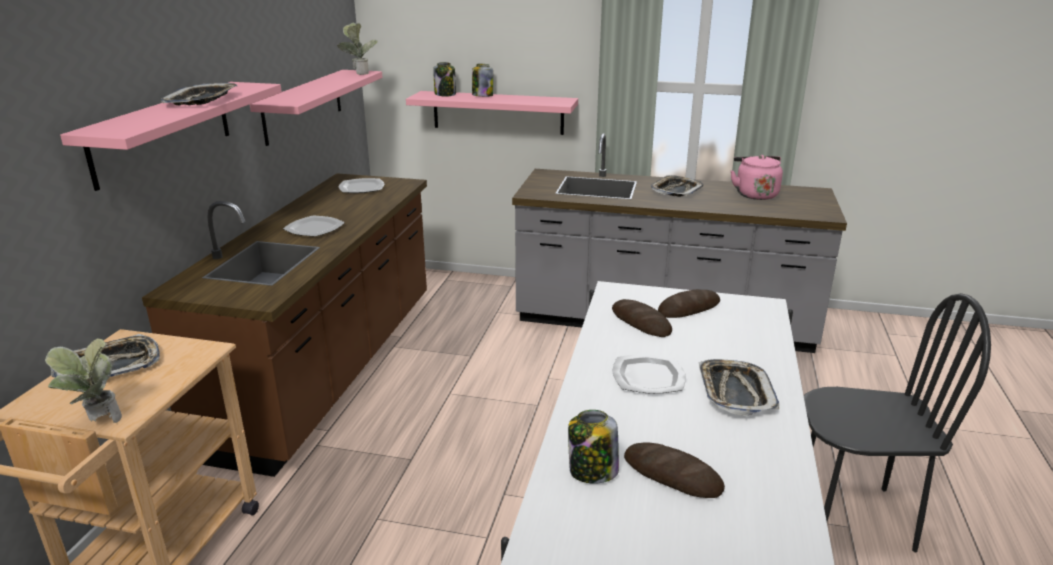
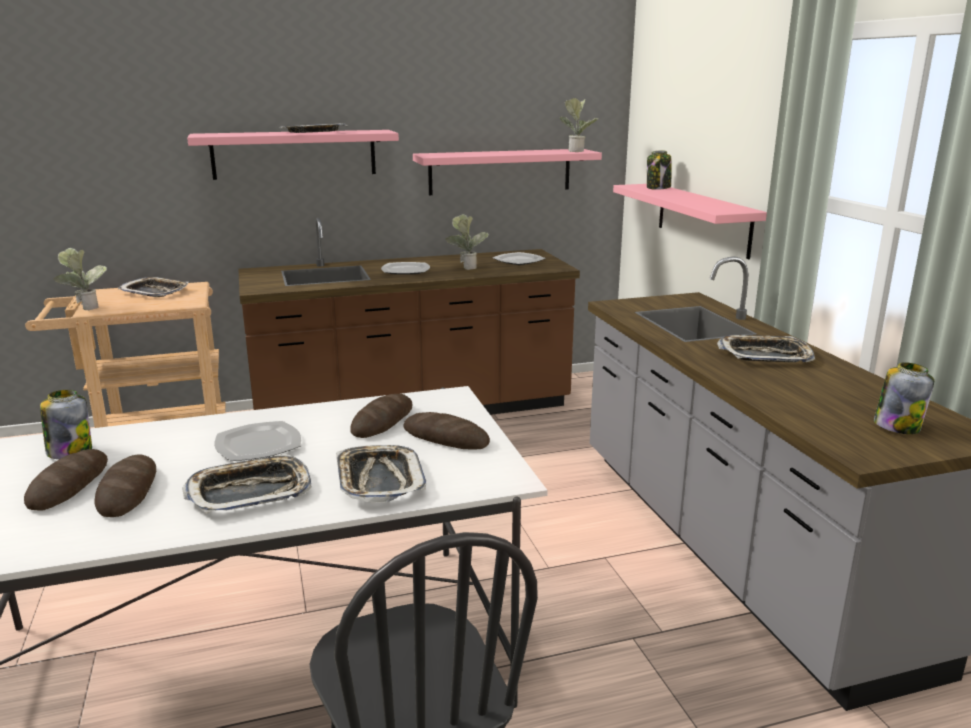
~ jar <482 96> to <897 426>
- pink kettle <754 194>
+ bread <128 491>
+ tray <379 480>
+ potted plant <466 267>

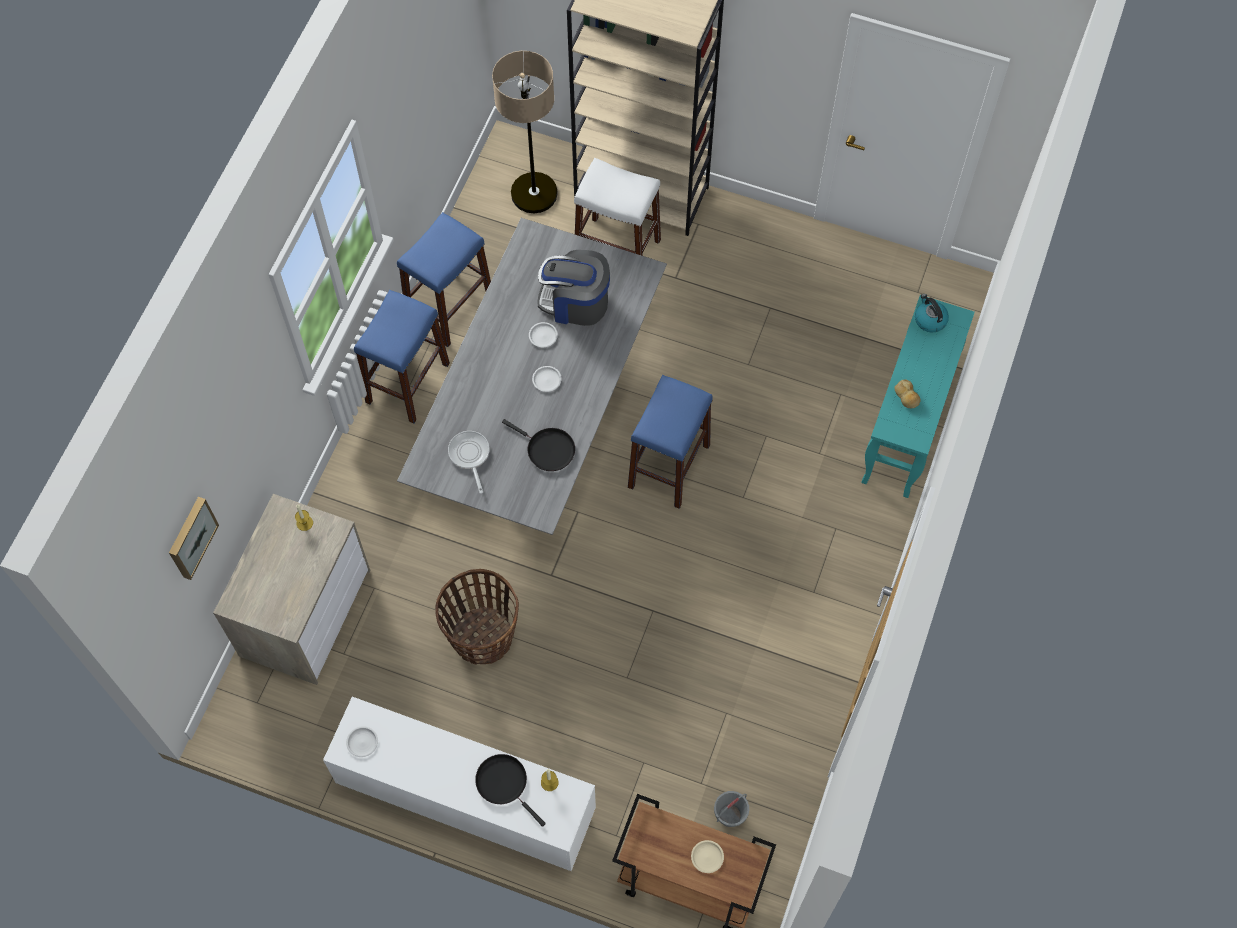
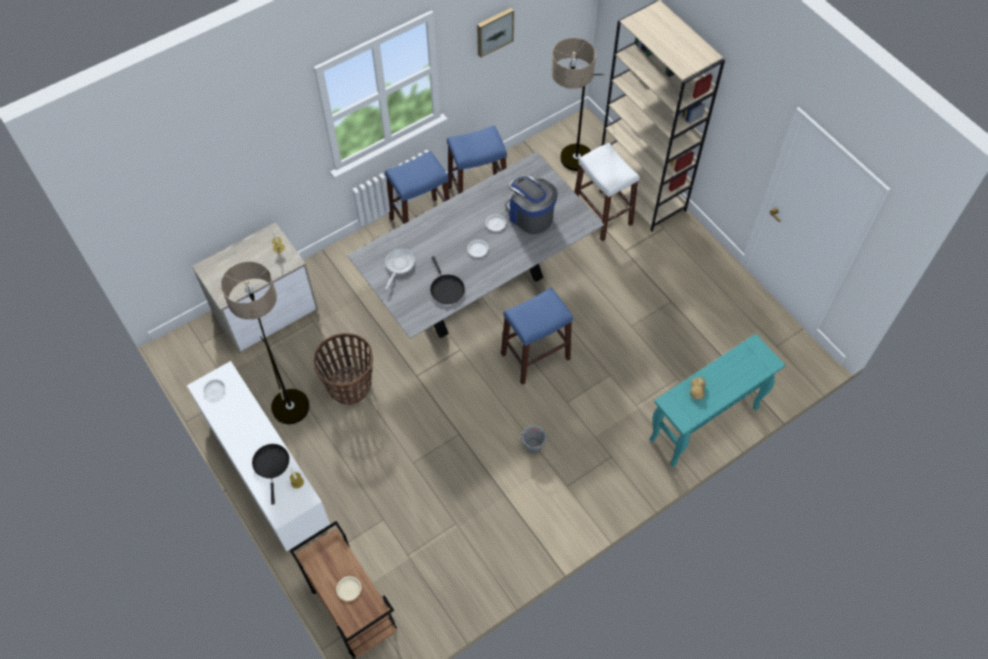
~ picture <190 537> to <494 31>
~ grey bucket <730 816> to <533 445>
- kettle <929 320>
+ floor lamp <287 394>

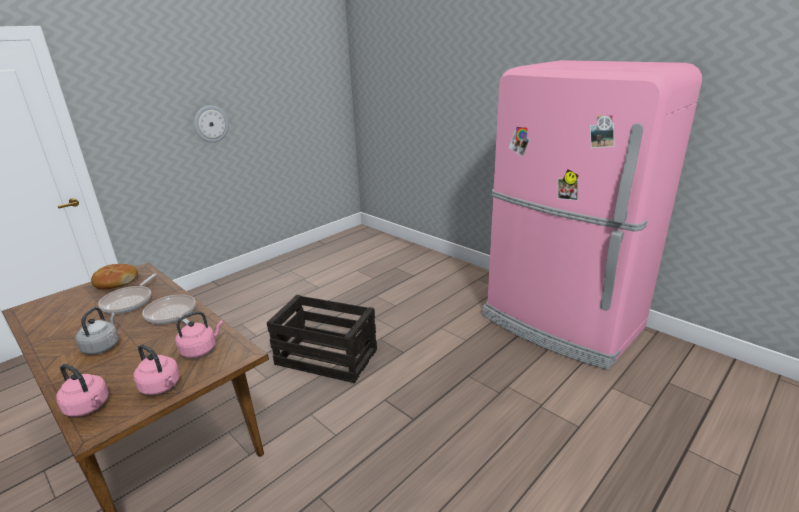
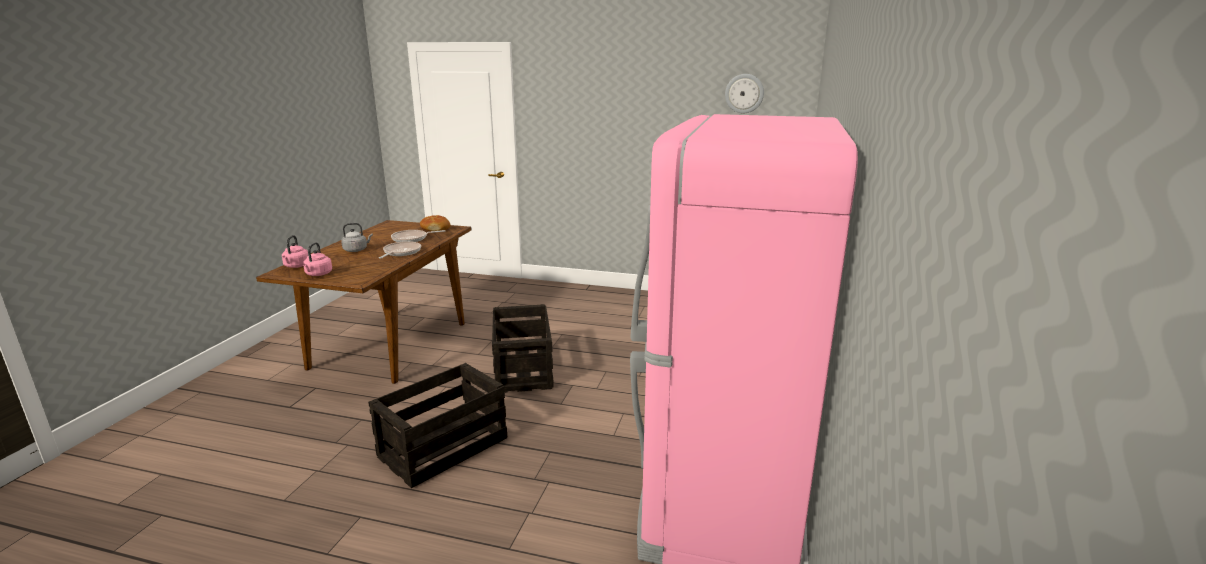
- pink kettle <200 349>
~ wall clock <211 124> to <744 93>
+ crate <444 447>

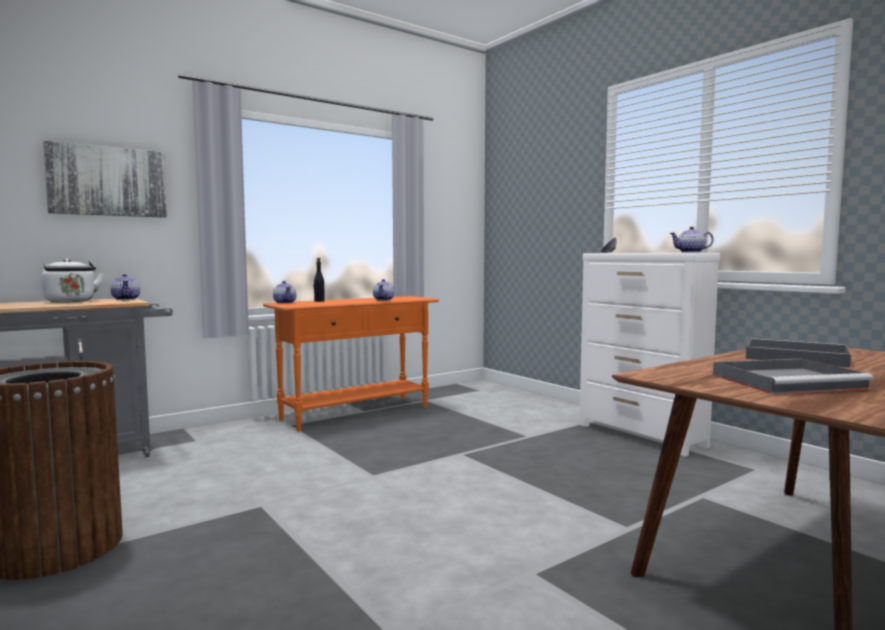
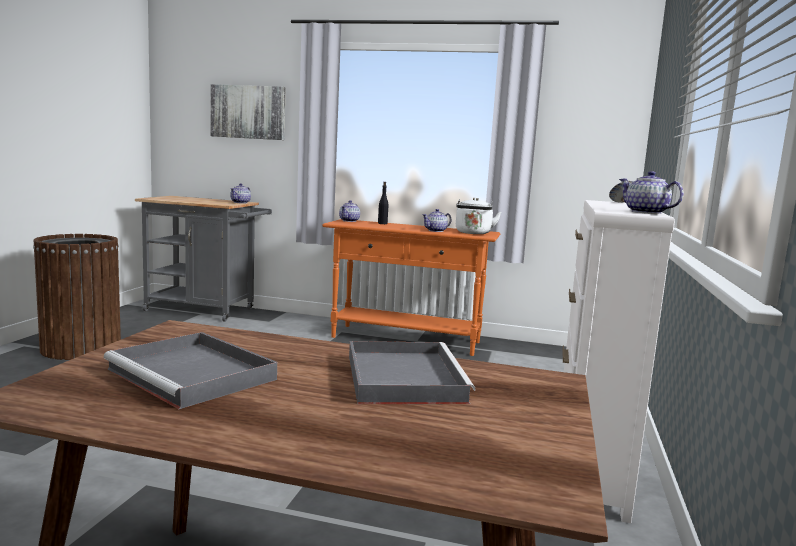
~ white kettle <71 301> to <473 233>

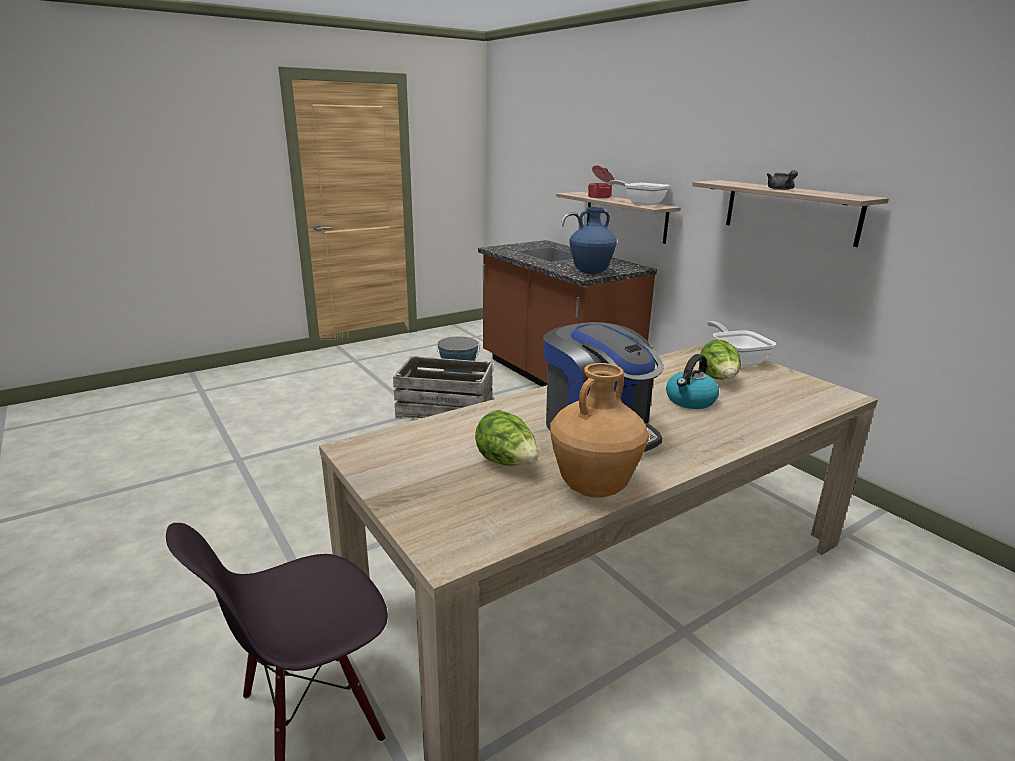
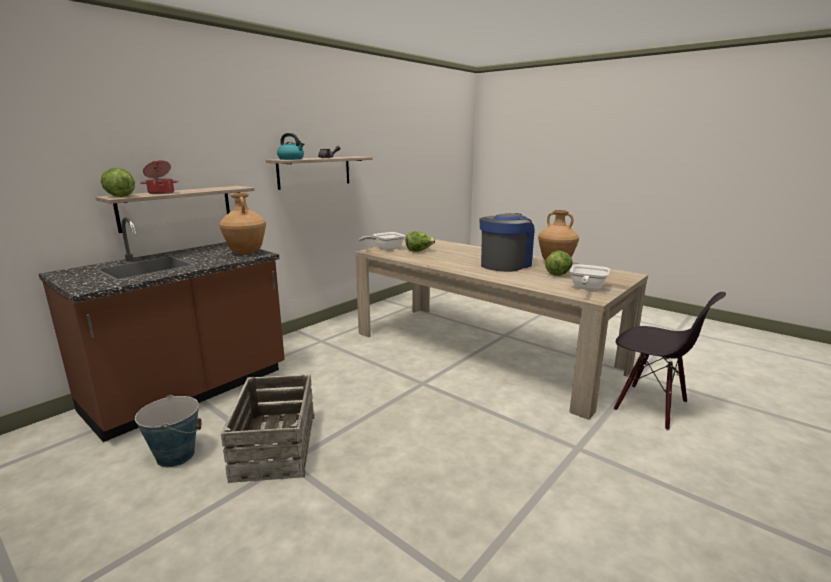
~ blue vase <591 272> to brown vase <246 253>
~ frying pan <641 203> to <586 288>
~ kettle <690 401> to <291 159>
+ lettuce <119 196>

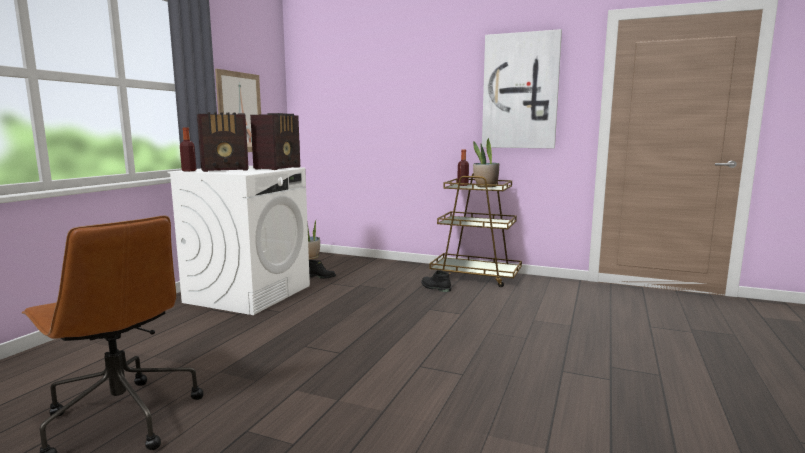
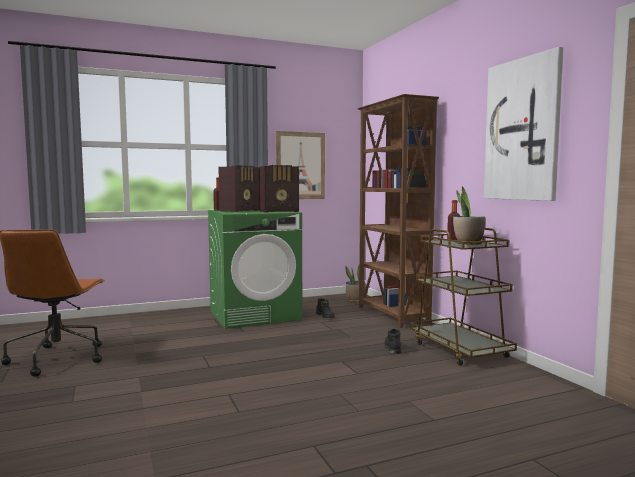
~ white washing machine <249 293> to green washing machine <255 315>
~ radio <226 170> = <240 210> 75 degrees counterclockwise
+ brown bookcase <392 315>

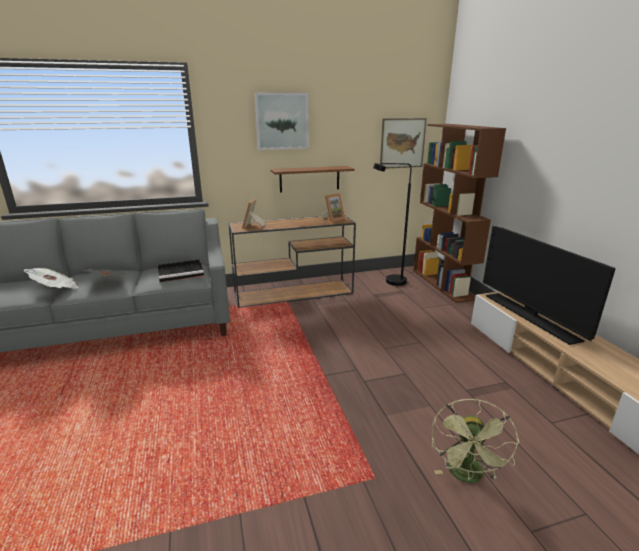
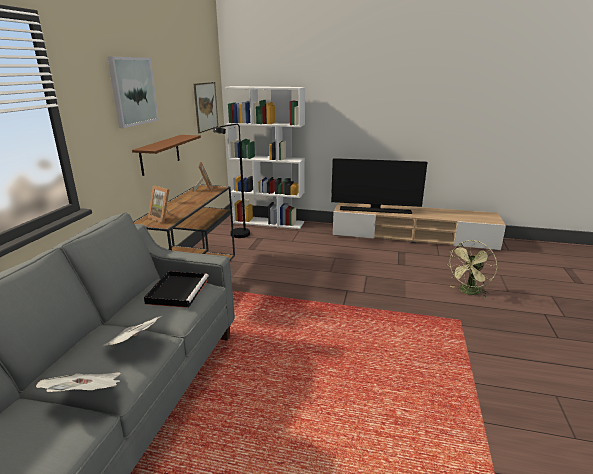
~ brown bookcase <443 284> to white bookcase <269 222>
~ green fan <467 476> = <468 292> 90 degrees clockwise

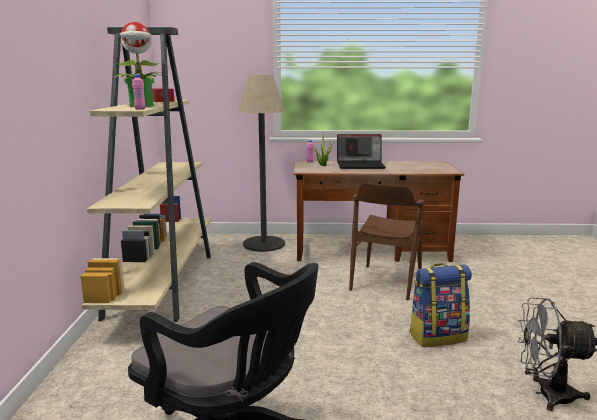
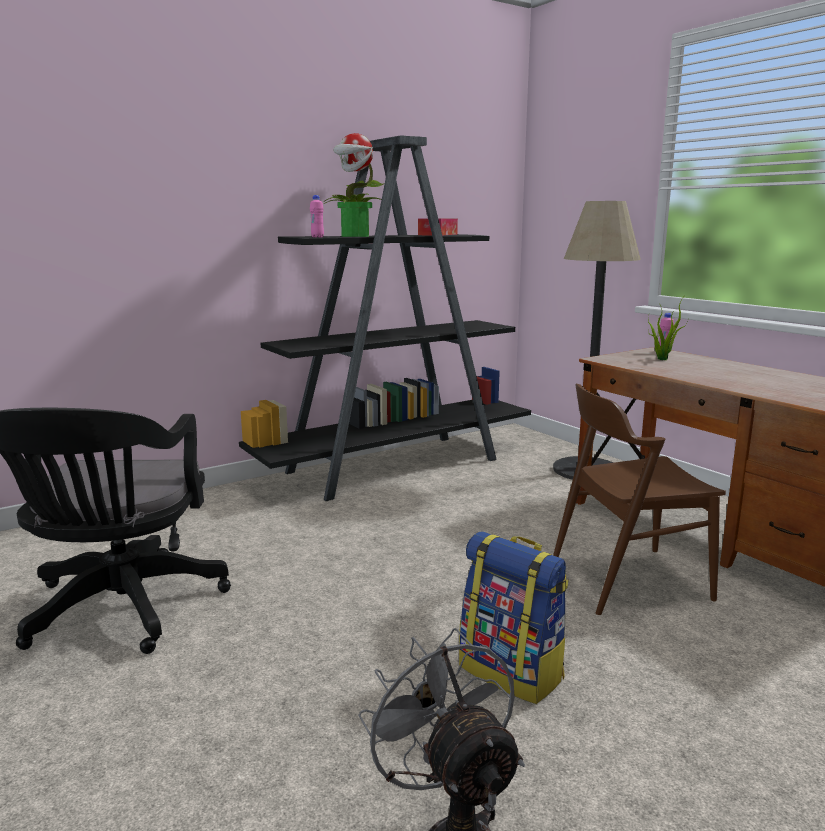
~ beige bookcase <163 283> to black bookcase <396 465>
- laptop <361 165>

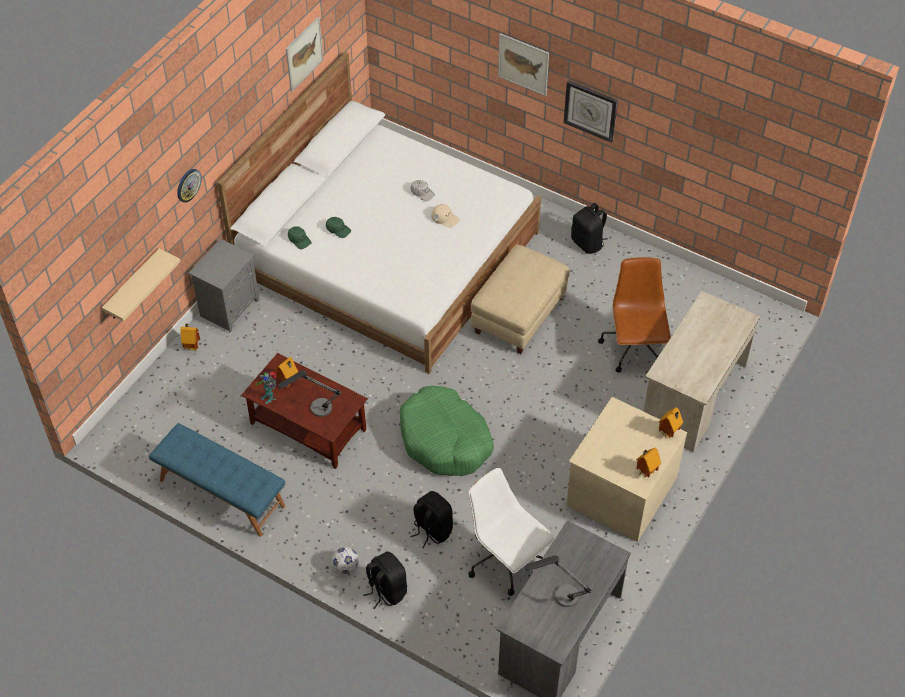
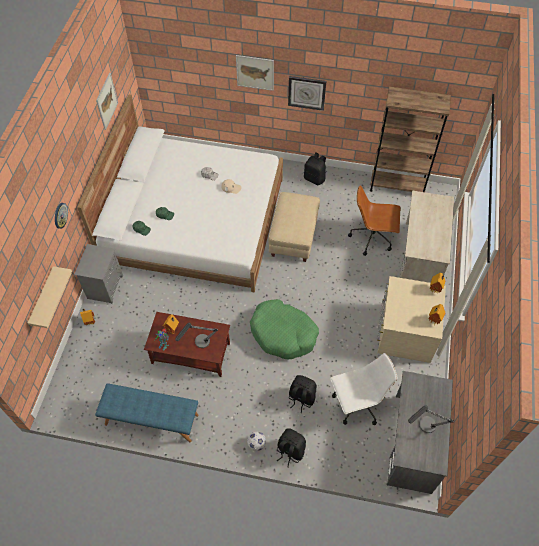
~ white office chair <506 561> = <357 404> 135 degrees clockwise
~ brown office chair <634 349> = <372 238> 60 degrees counterclockwise
+ brown bookcase <397 186>

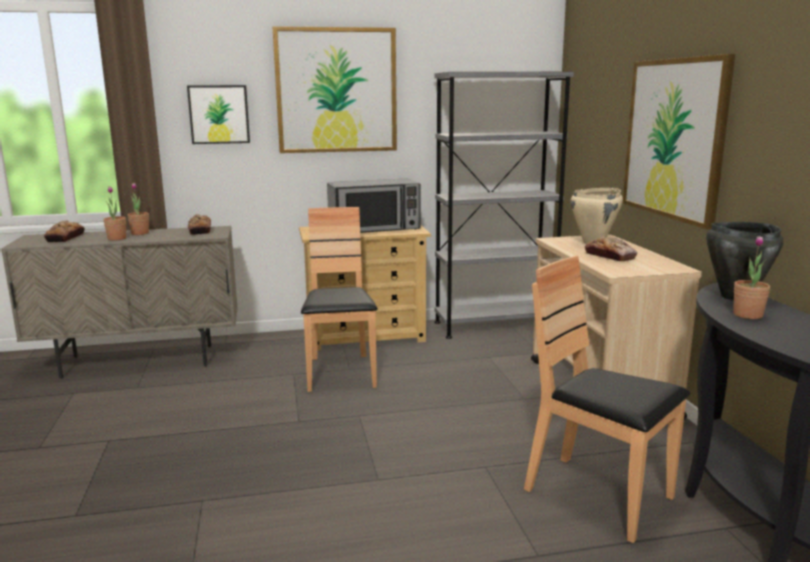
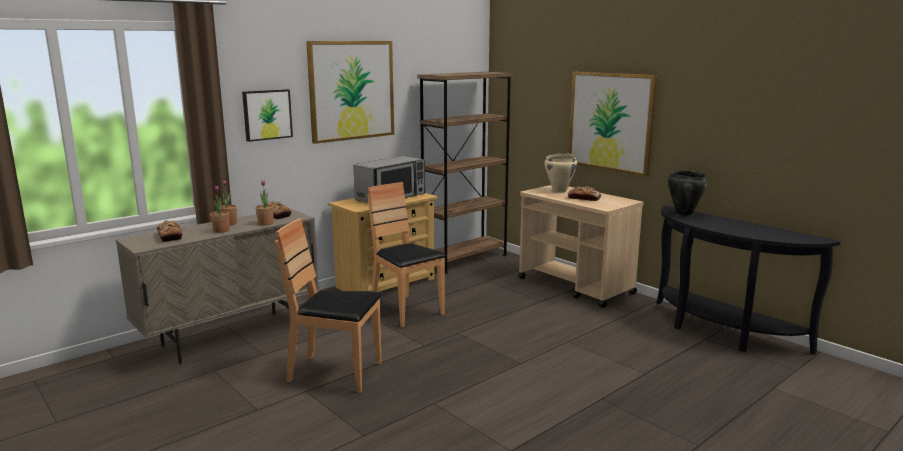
~ grey bookcase <494 325> to brown bookcase <465 259>
~ brown chair <598 496> to <335 373>
~ potted plant <747 315> to <265 223>

